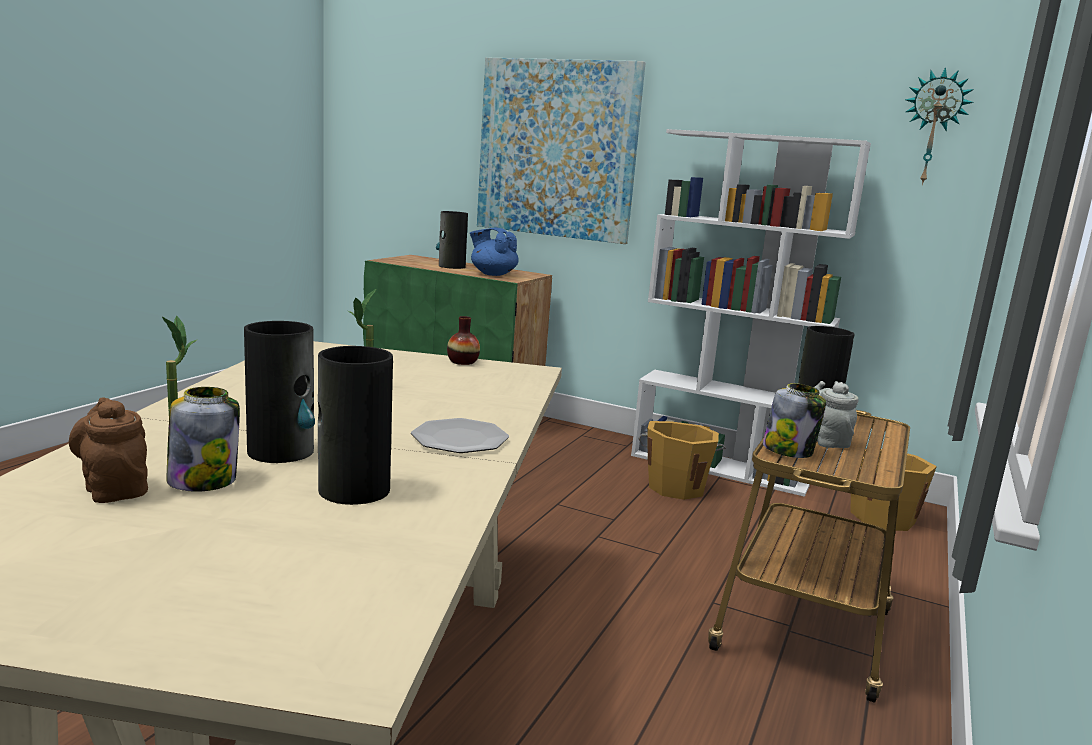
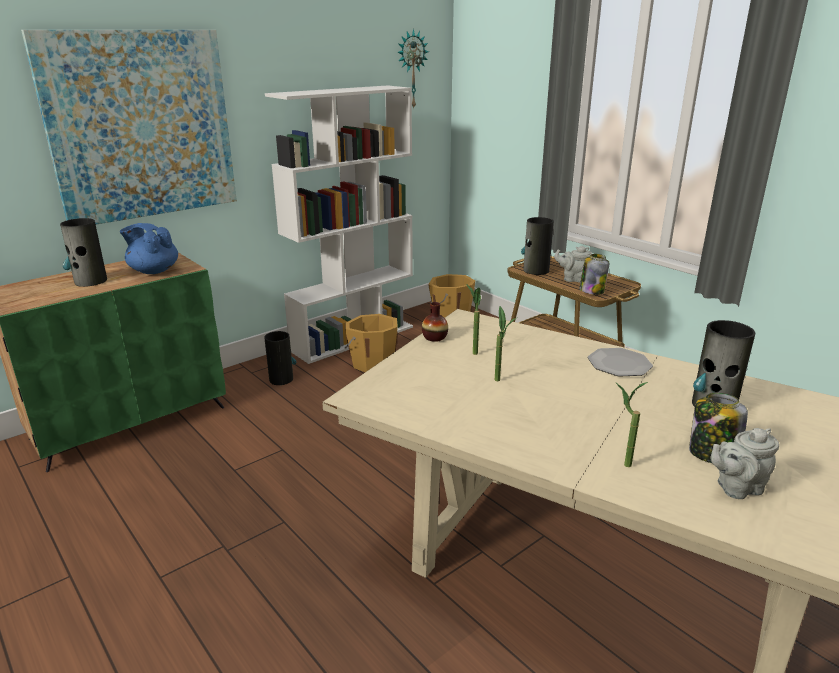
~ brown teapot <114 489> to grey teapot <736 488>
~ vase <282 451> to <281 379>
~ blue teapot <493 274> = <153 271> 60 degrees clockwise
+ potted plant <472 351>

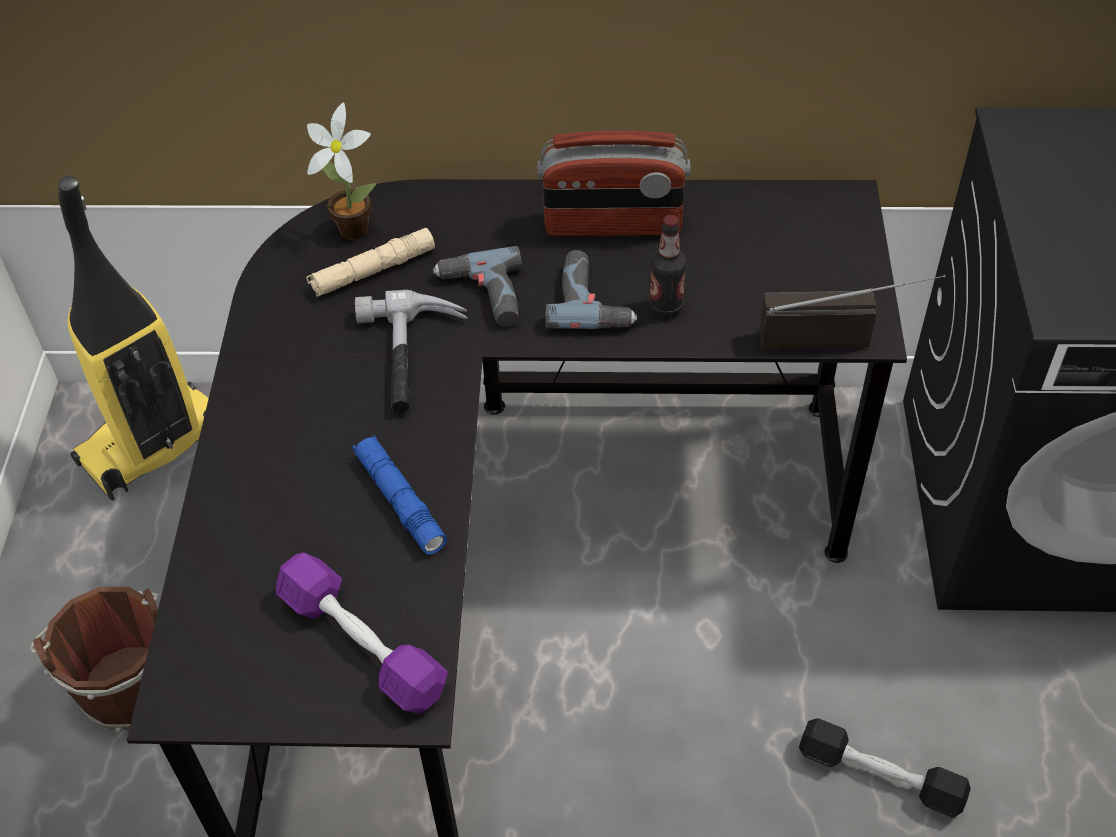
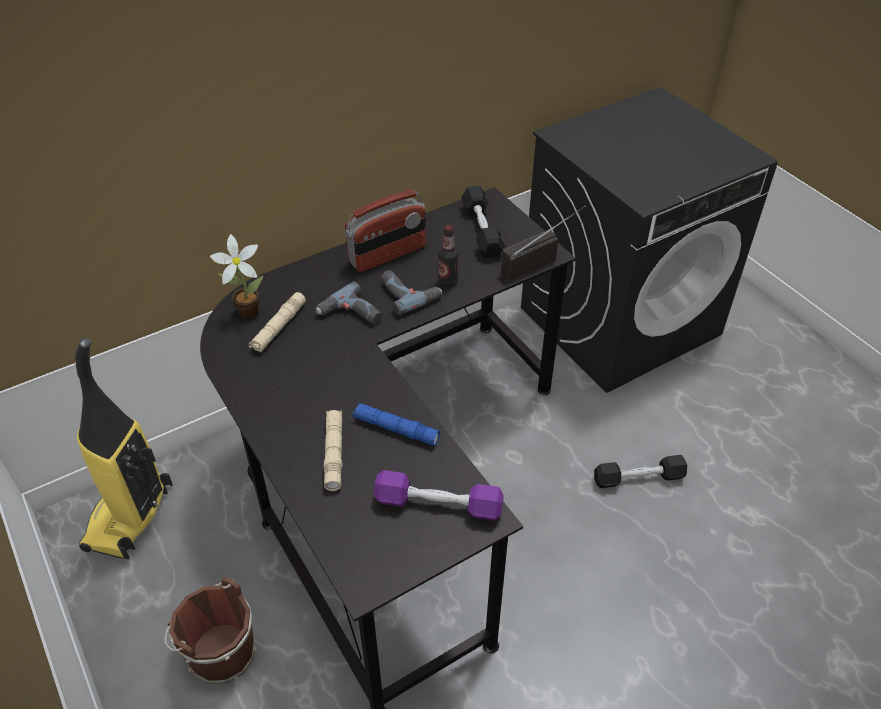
- hammer <413 358>
+ beige flashlight <334 453>
+ black dumbbell <482 230>

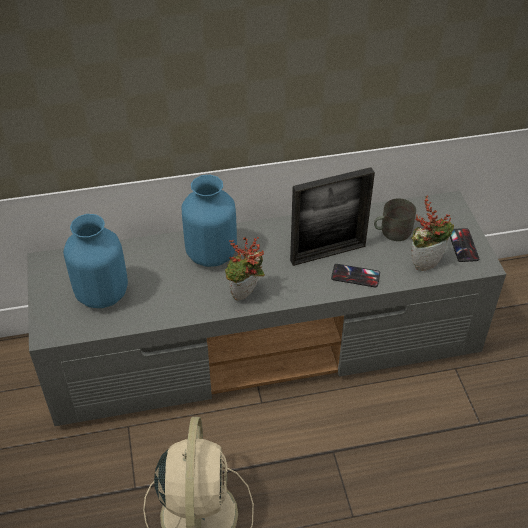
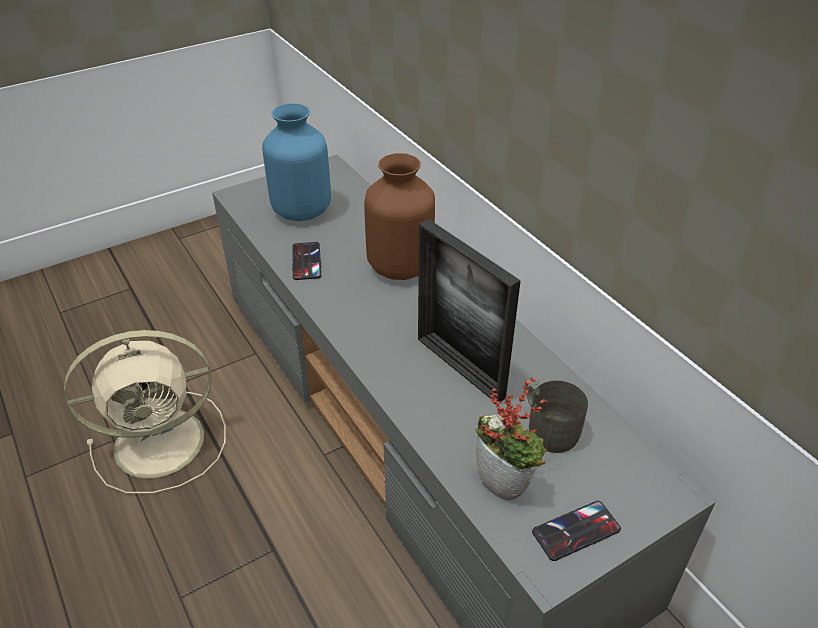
~ blue vase <211 255> to brown vase <399 267>
- potted plant <245 296>
~ phone <355 276> to <306 261>

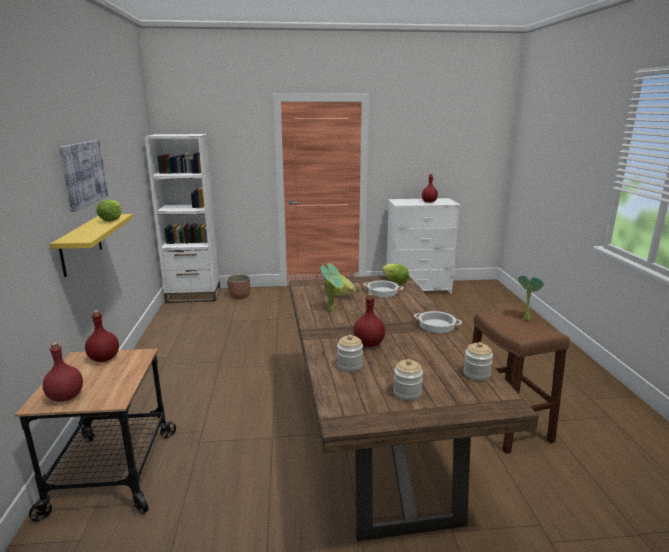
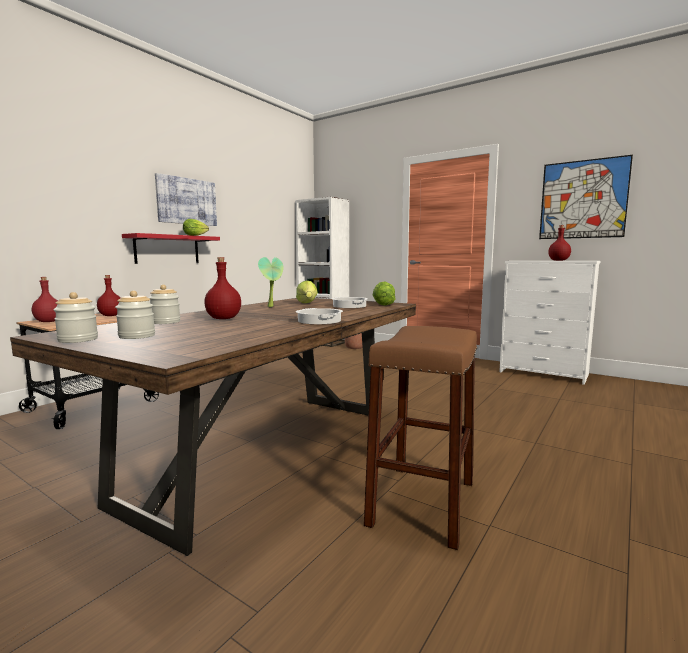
~ yellow shelf <81 244> to red shelf <167 249>
~ jar <476 374> to <78 340>
- potted plant <525 318>
+ picture <583 199>

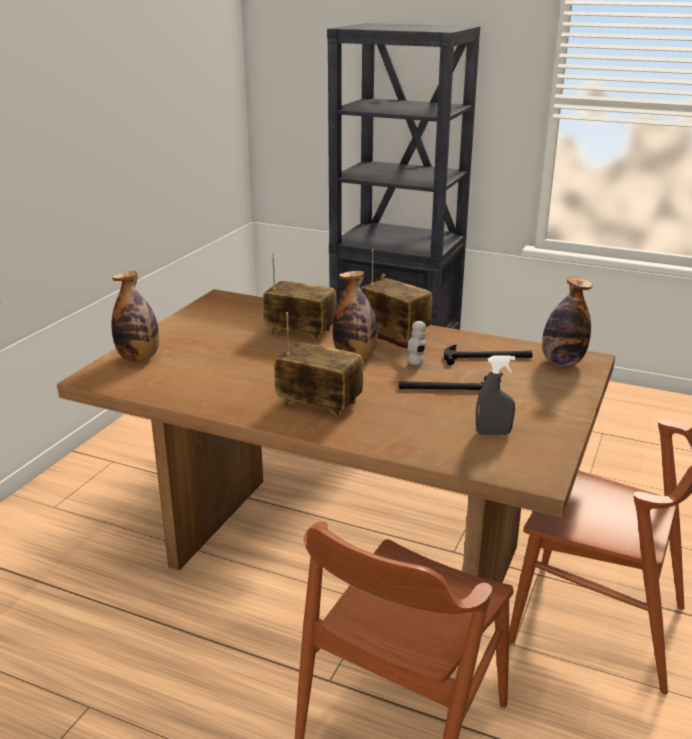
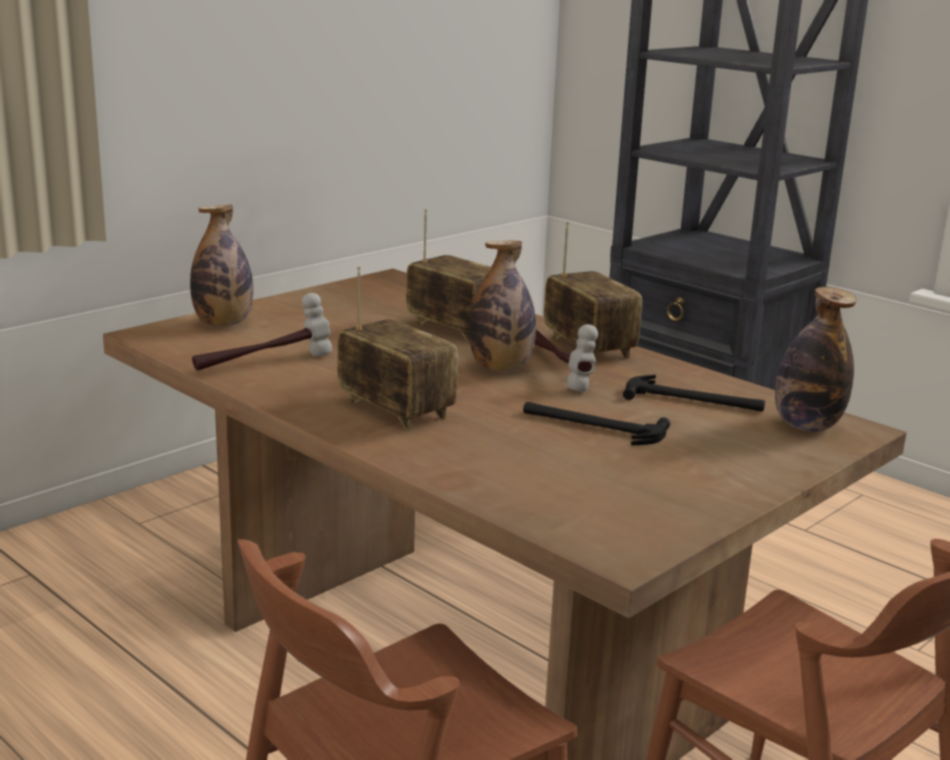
- grey spray bottle <493 433>
+ hammer <264 363>

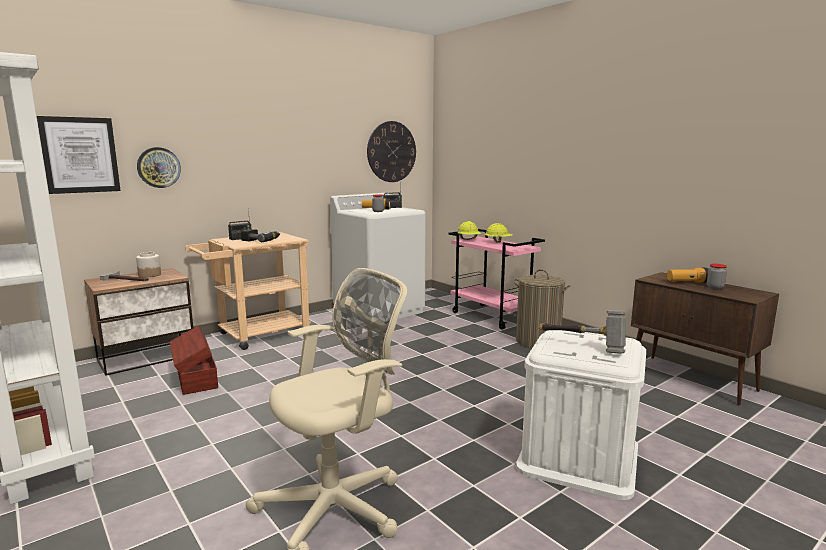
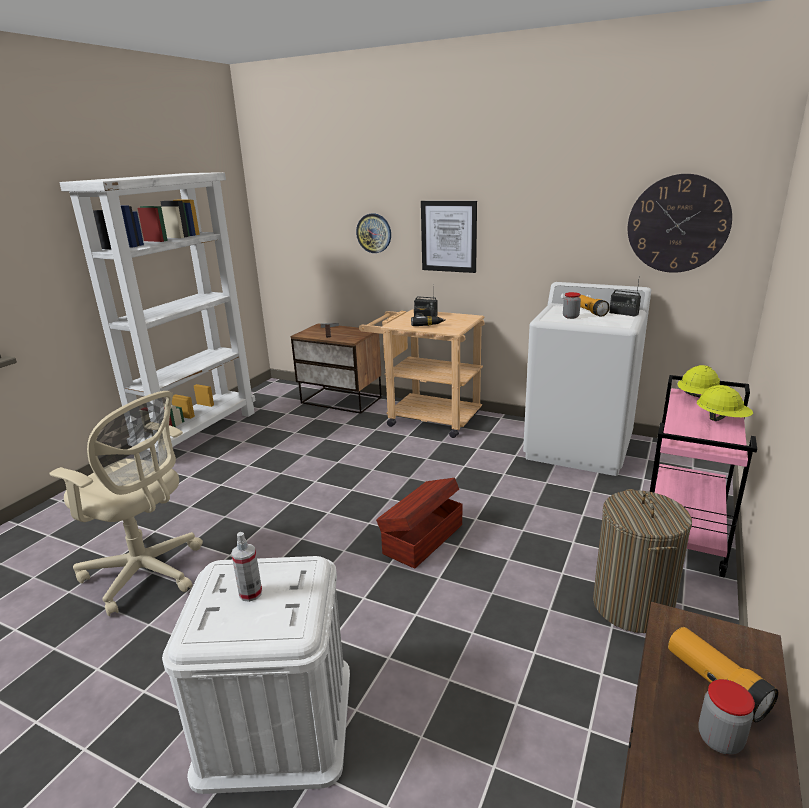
~ picture <80 155> to <449 236>
- jar <149 275>
~ brown storage box <195 378> to <421 539>
~ hammer <582 346> to spray bottle <250 593>

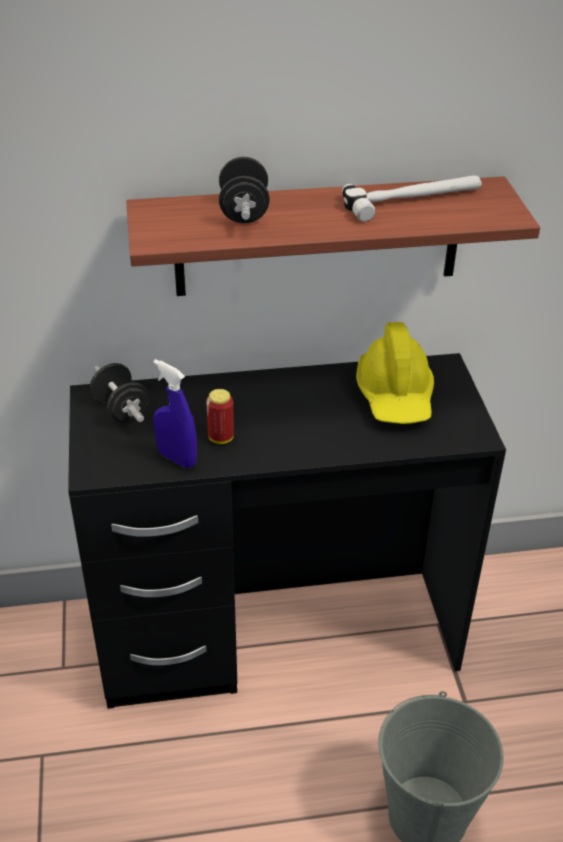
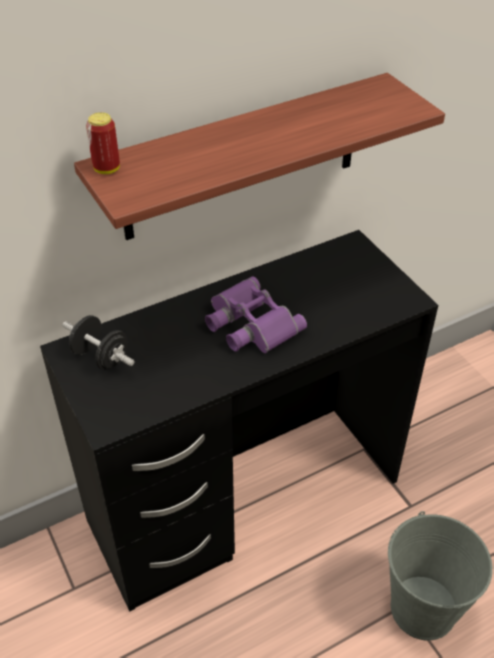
- blue spray bottle <177 458>
~ can <221 438> to <107 169>
- black dumbbell <244 212>
- hammer <413 200>
- yellow hard hat <395 395>
+ purple binoculars <249 324>

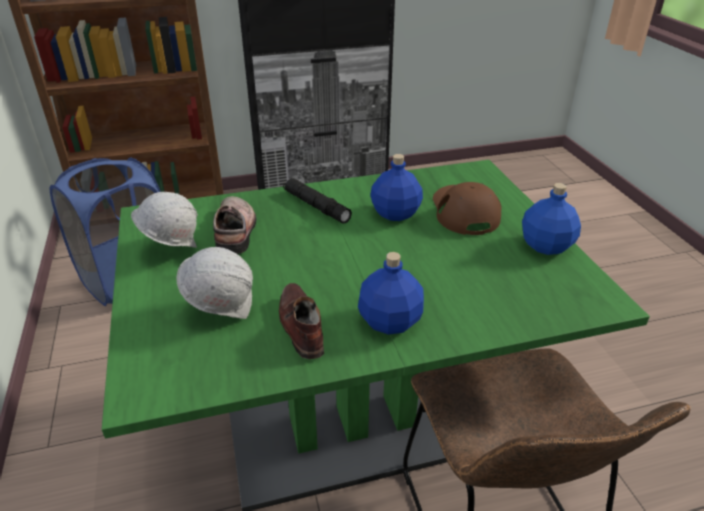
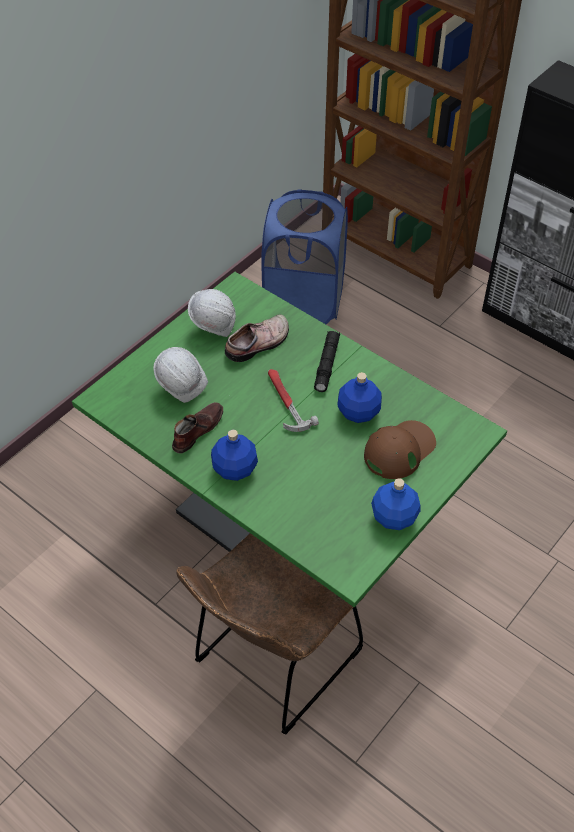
+ hammer <286 402>

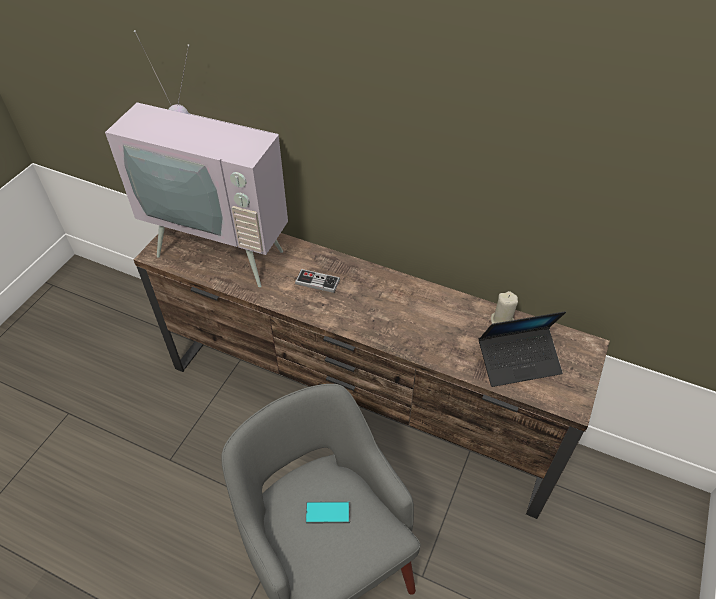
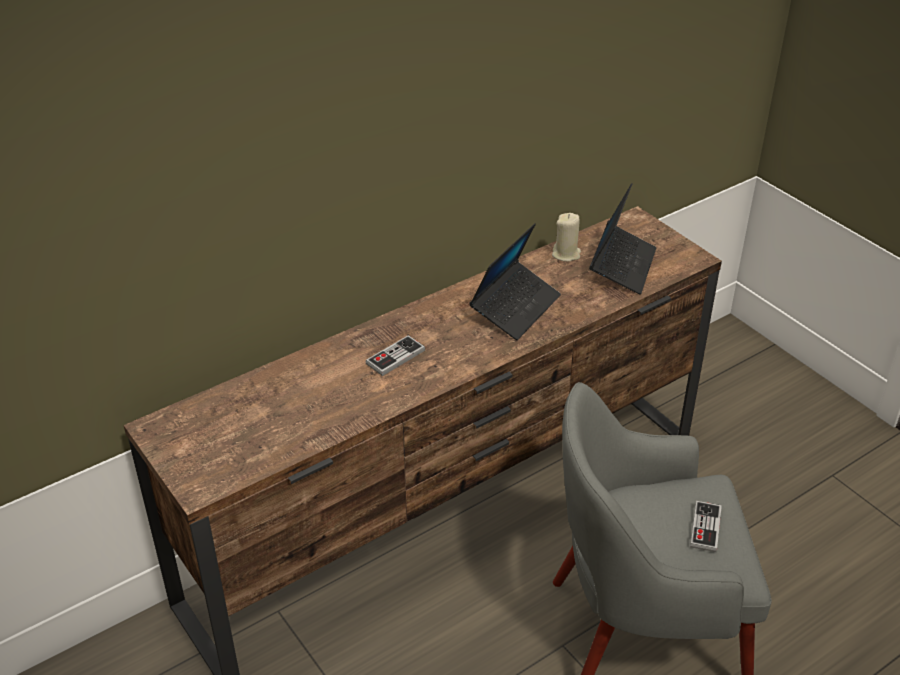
- television <226 246>
- phone <328 512>
+ laptop <515 307>
+ game controller <705 527>

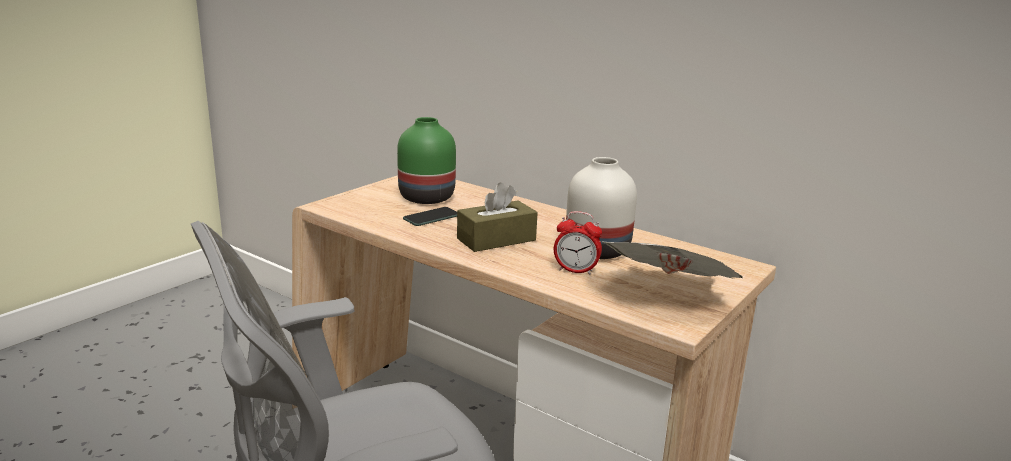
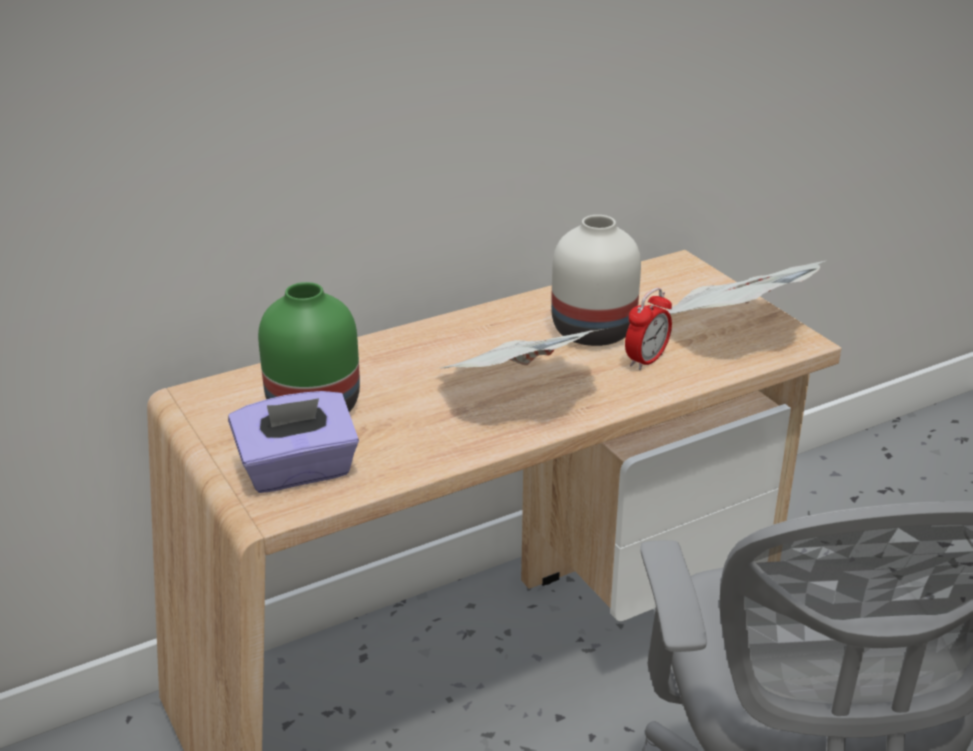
- phone <431 217>
~ brown tissue box <496 239> to newspaper <520 388>
+ purple tissue box <298 471>

